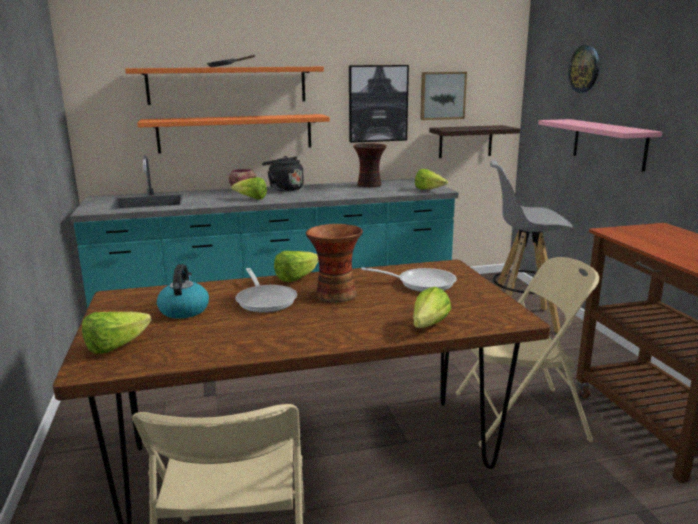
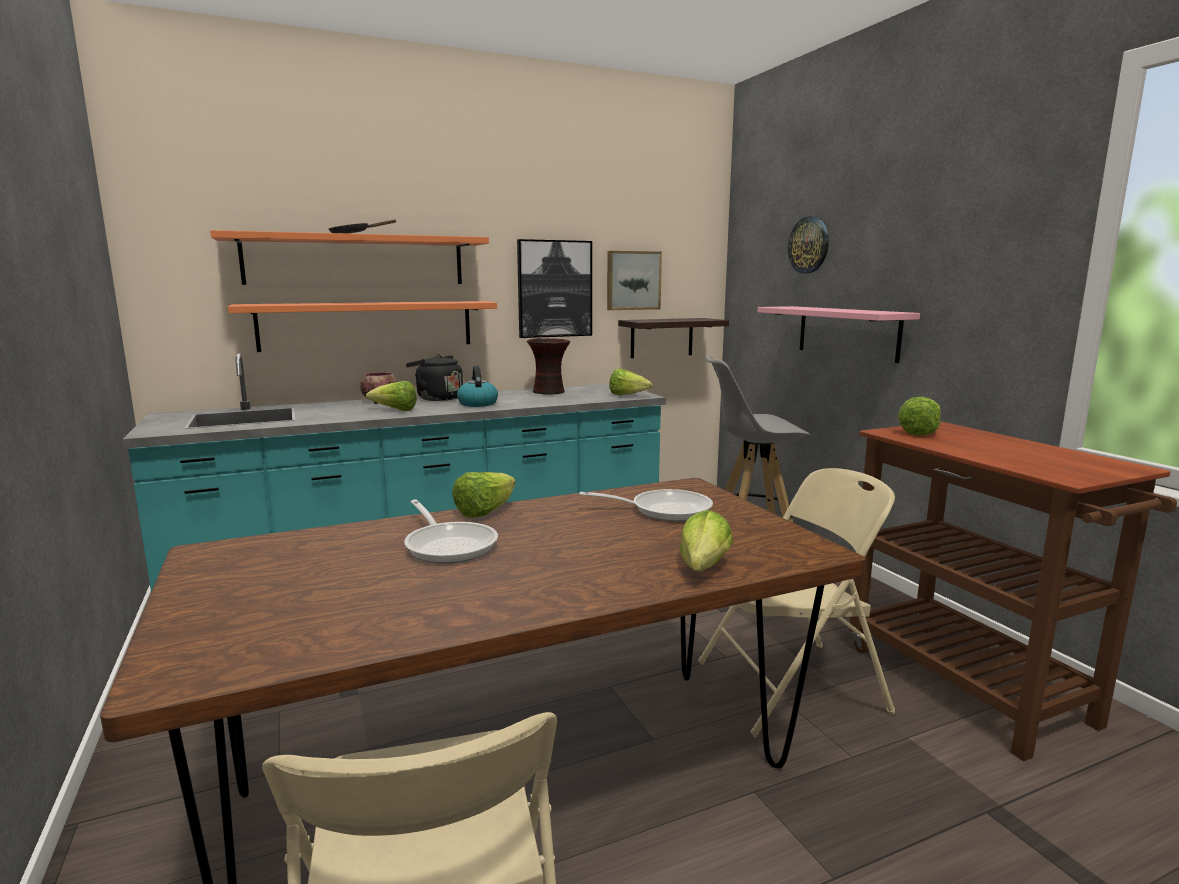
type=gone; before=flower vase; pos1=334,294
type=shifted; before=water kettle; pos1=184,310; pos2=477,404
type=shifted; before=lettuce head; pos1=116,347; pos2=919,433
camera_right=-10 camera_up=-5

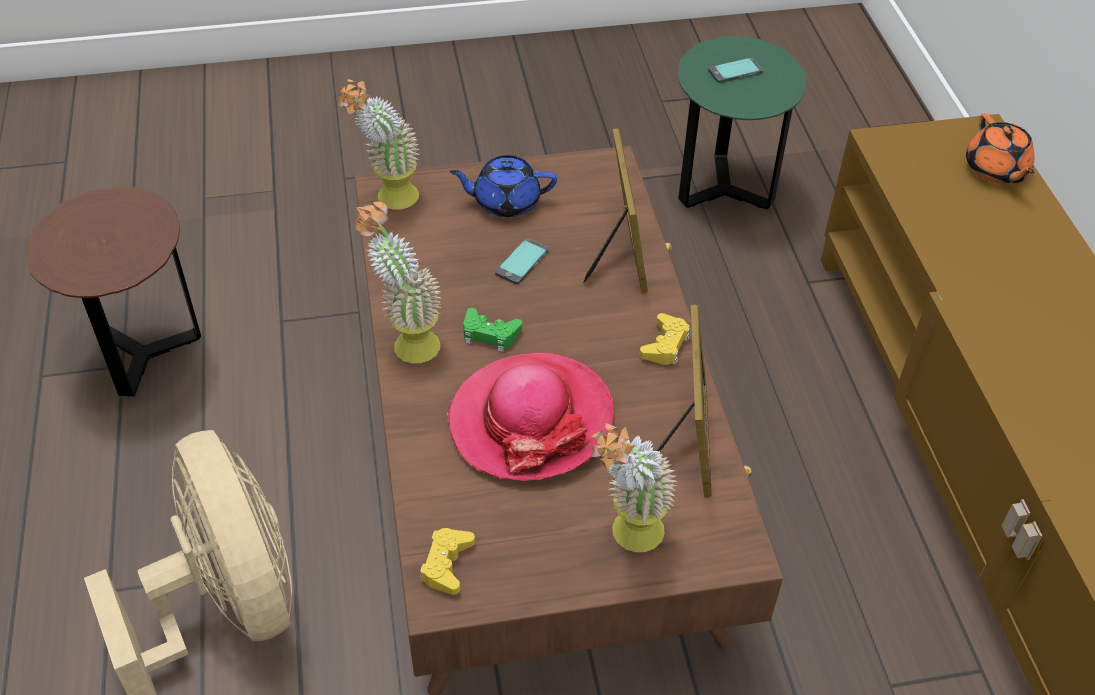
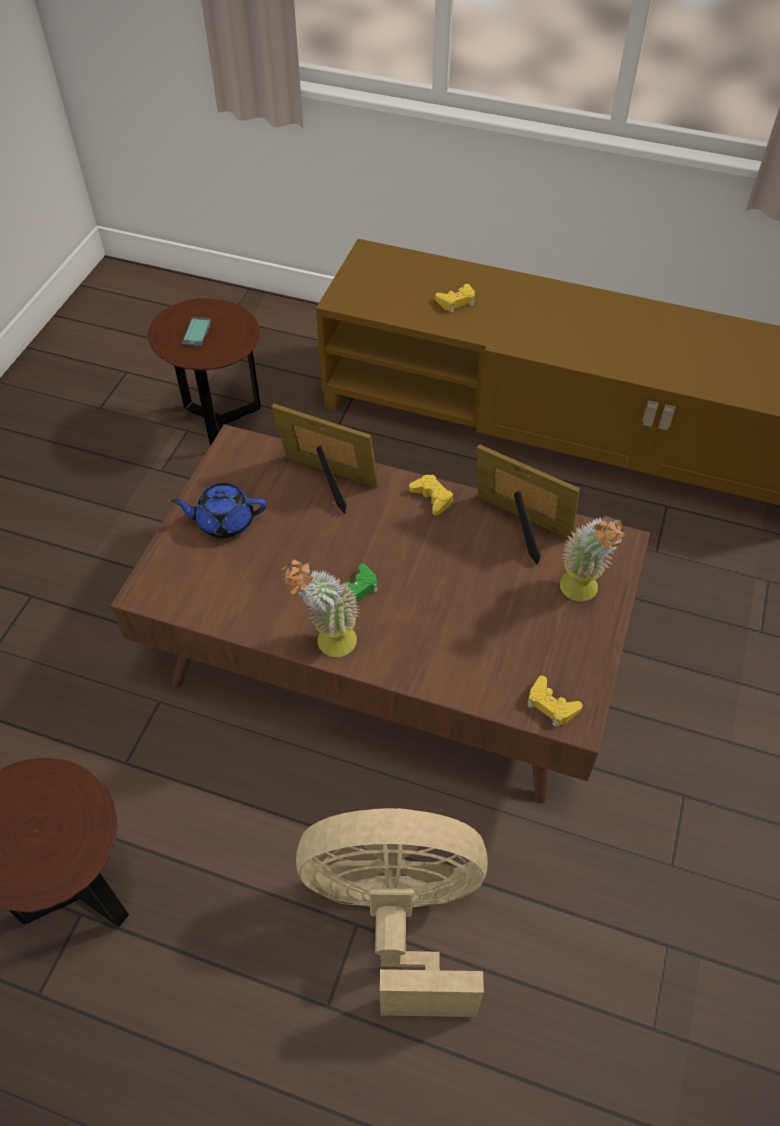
type=repainted; before=green end table; after=brownish end table; pos1=724,190; pos2=221,421
type=gone; before=plant in a pot; pos1=388,200
type=gone; before=orangey pot for tea; pos1=996,170
type=rotated; before=bluish pot for tea; pos1=505,201; pos2=224,521; turn=60
type=gone; before=telephone; pos1=522,262
type=gone; before=wearable hat; pos1=531,420
type=new; after=yellowish gamepad; pos2=456,302
camera_right=-60 camera_up=5

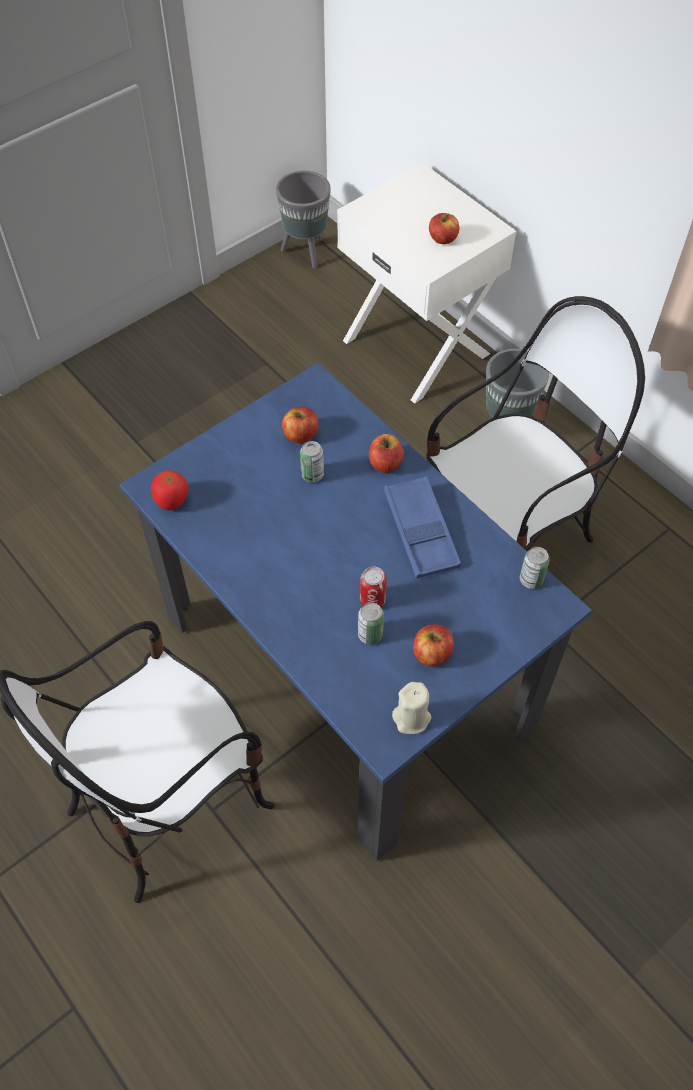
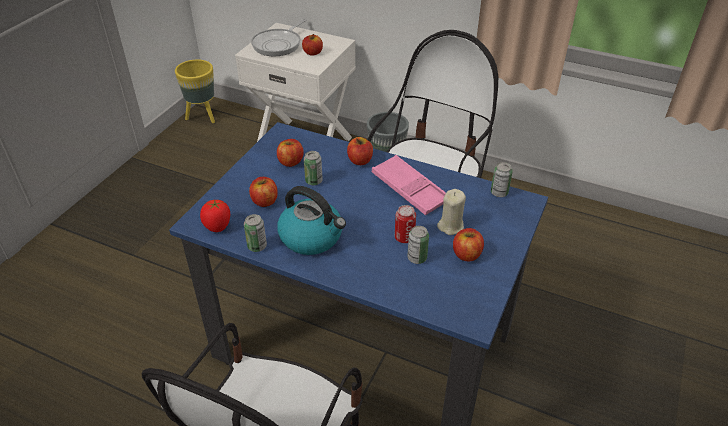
type=repainted; before=grey planter; after=yellowish planter; pos1=306,252; pos2=203,116
type=repainted; before=bluish carrying tray; after=pink-coloured carrying tray; pos1=421,531; pos2=409,189
type=shifted; before=beige wax light; pos1=411,718; pos2=450,226
type=new; after=pan; pos2=279,44
type=new; after=apple; pos2=264,201
type=new; after=water kettle; pos2=312,237
type=new; after=sealed can; pos2=257,246
camera_right=-25 camera_up=-15

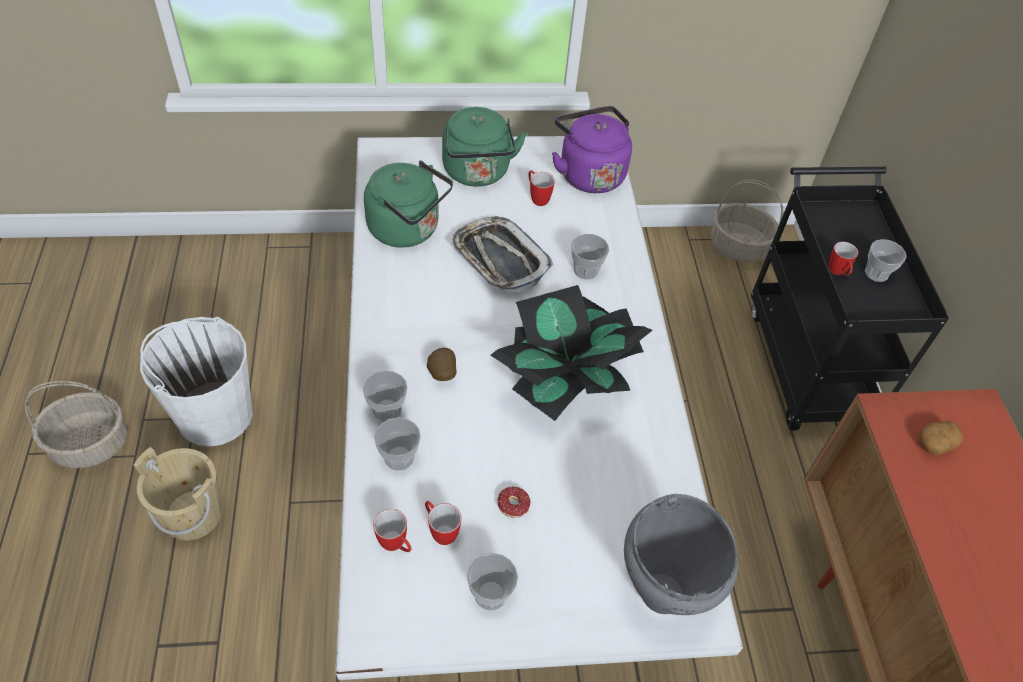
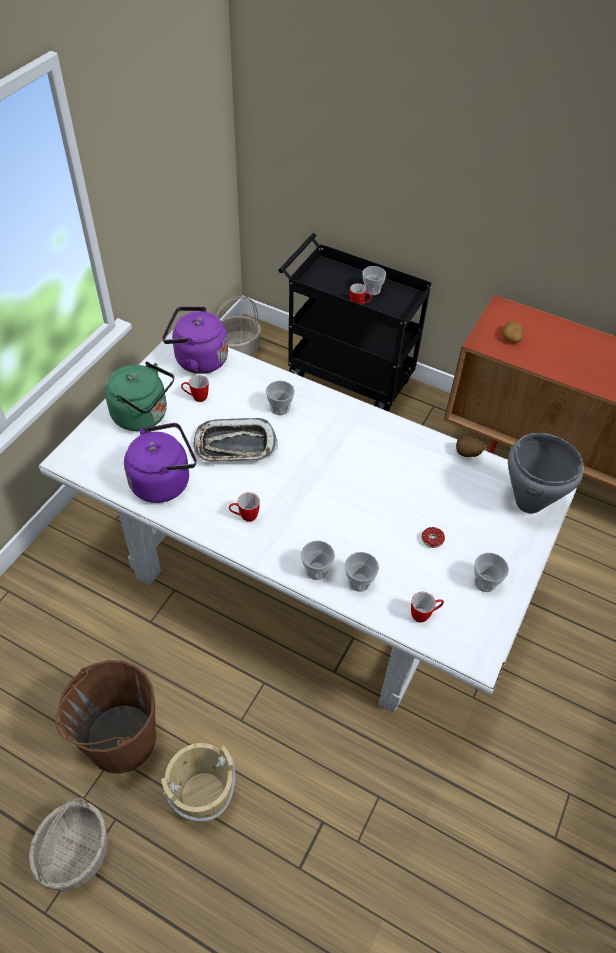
type=repainted; before=green water kettle; after=purple-coloured water kettle; pos1=408,229; pos2=164,481
type=gone; before=plant in a pot; pos1=565,380
type=repainted; before=white bucket; after=brownish bucket; pos1=214,414; pos2=121,739
type=shifted; before=potato; pos1=441,374; pos2=467,454
type=shifted; before=tea mug; pos1=440,530; pos2=244,516
camera_right=-55 camera_up=0

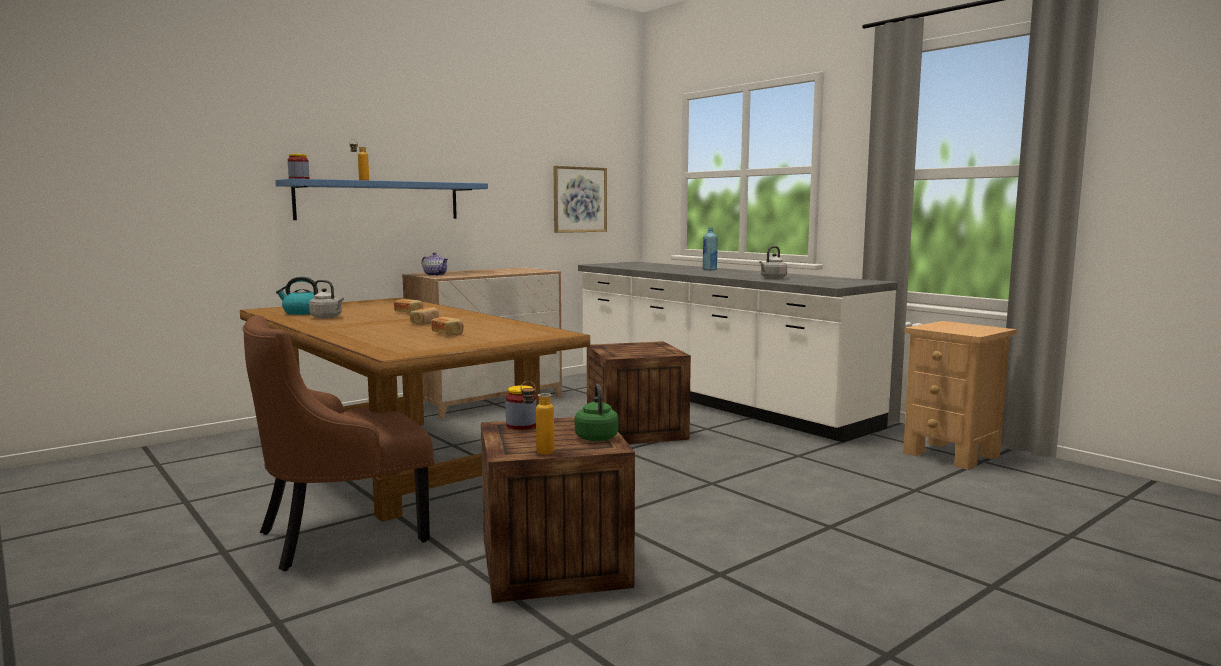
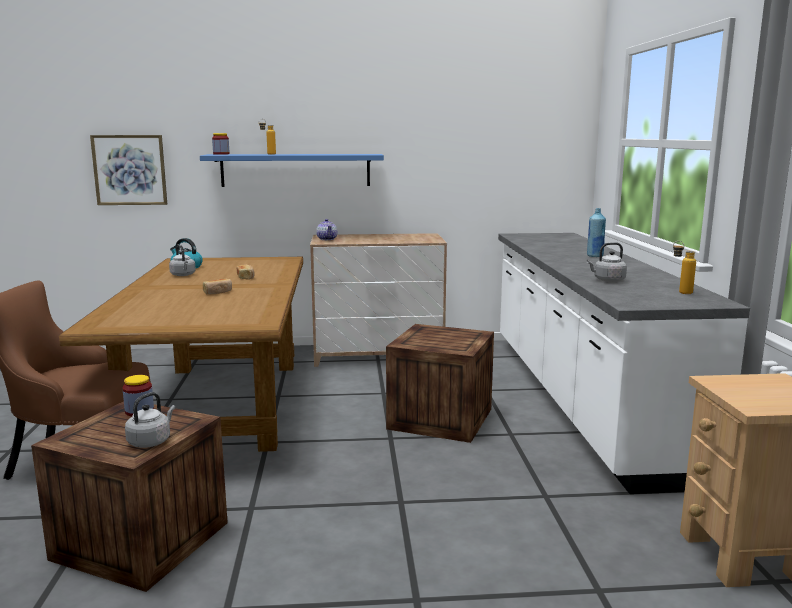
type=shifted; before=picture; pos1=579,199; pos2=130,170
type=gone; before=bread; pos1=448,334
type=shifted; before=beverage bottle; pos1=537,452; pos2=680,292
type=repainted; before=green water kettle; after=grey water kettle; pos1=596,437; pos2=151,441
camera_right=35 camera_up=5

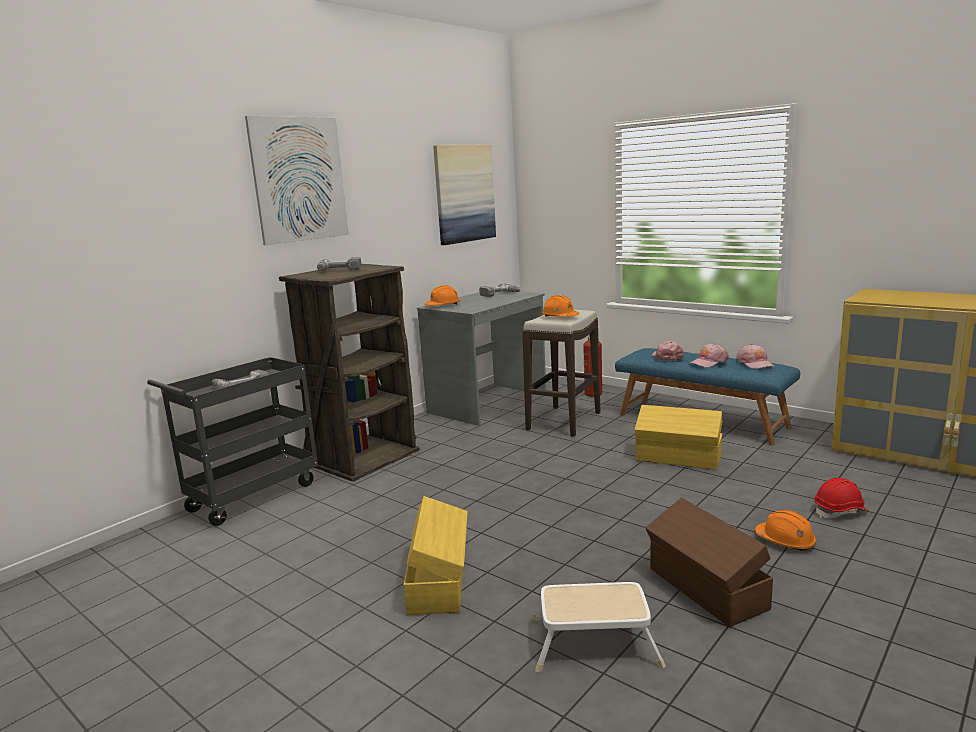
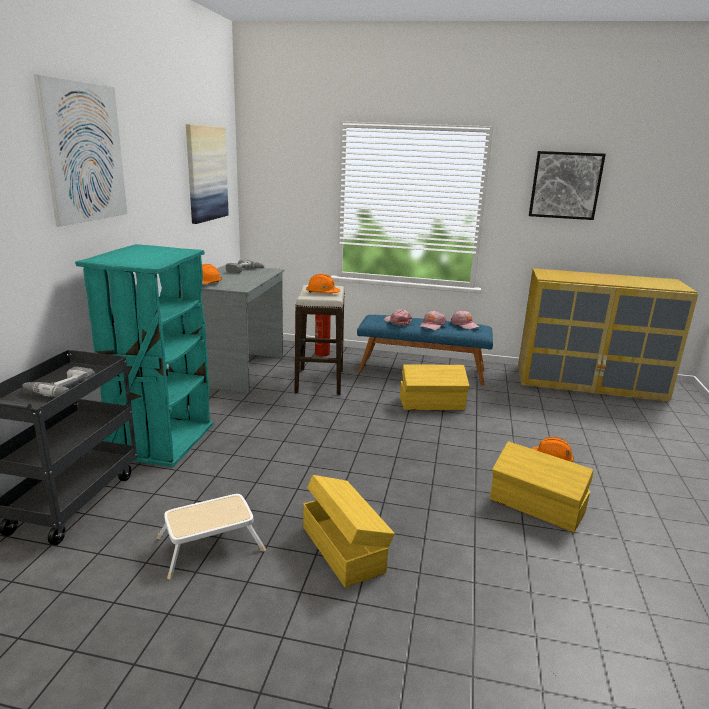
type=gone; before=power drill; pos1=340,269
type=repainted; before=brownish shelving unit; after=turquoise shelving unit; pos1=364,457; pos2=161,439
type=gone; before=reddish work helmet; pos1=840,511
type=repainted; before=brownish storage container; after=yellowish storage container; pos1=706,589; pos2=537,507
type=shifted; before=beige stepladder; pos1=594,640; pos2=210,543
type=new; after=picture; pos2=565,185
camera_right=-30 camera_up=5

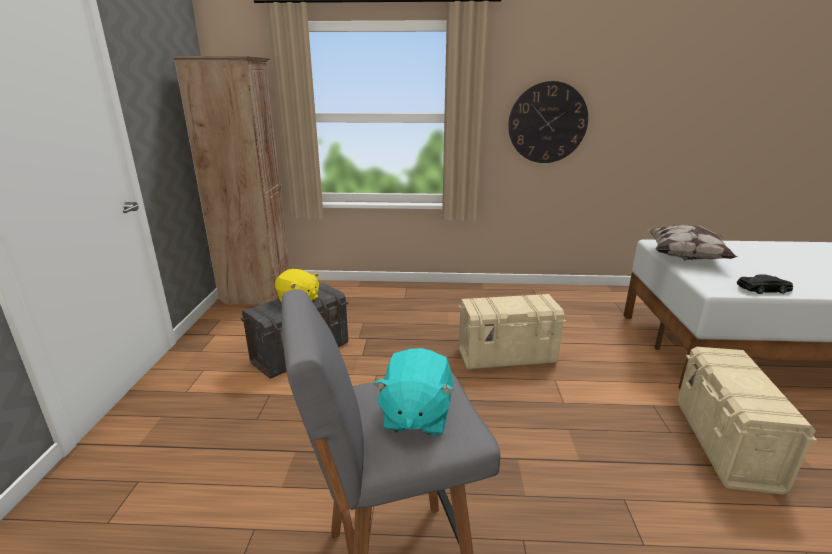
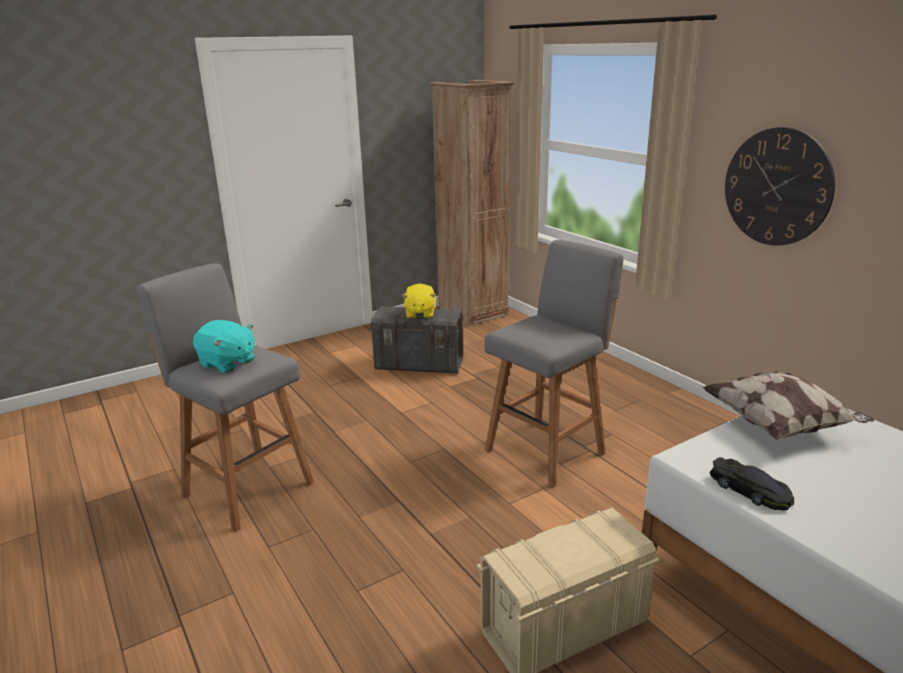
type=swapped; before=beige storage container; after=grey stool; pos1=507,356; pos2=547,450
type=rotated; before=turquoise soft toy; pos1=415,415; pos2=227,363; turn=-120
camera_right=55 camera_up=0

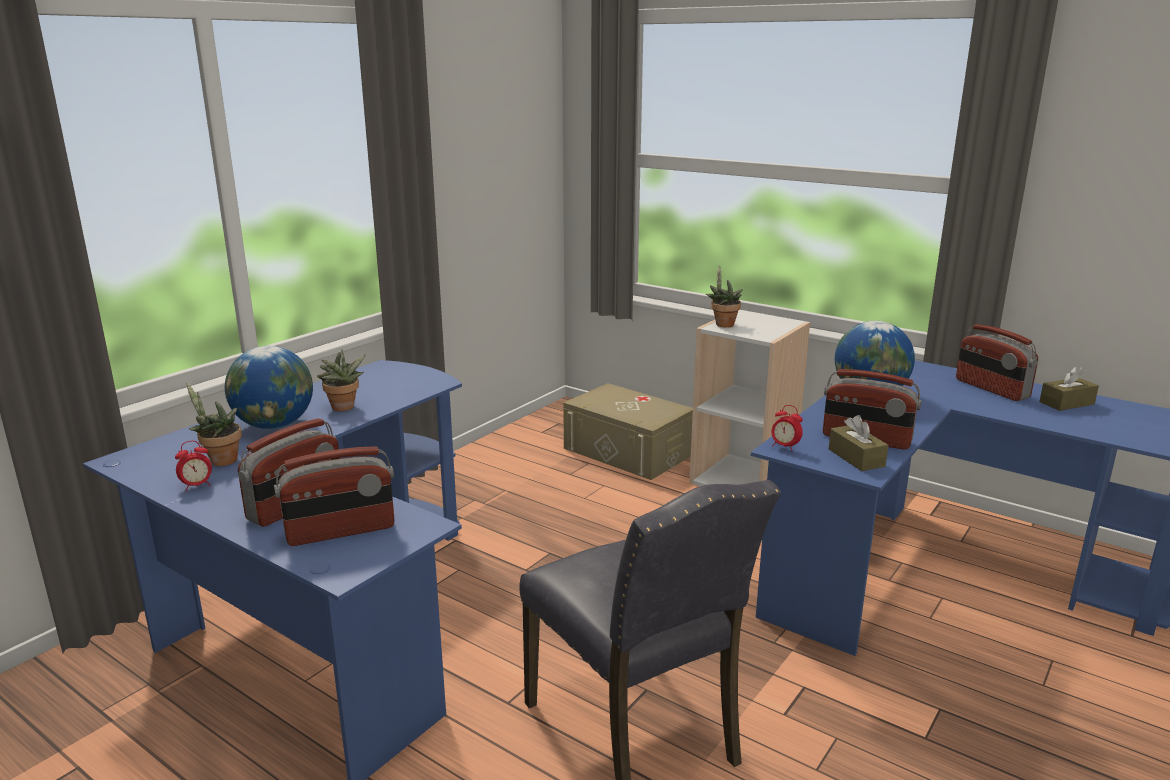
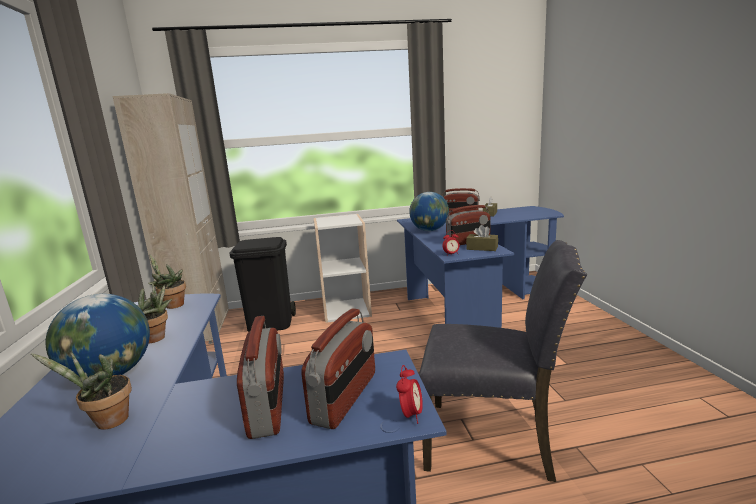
type=shifted; before=plant in a pot; pos1=722,324; pos2=172,305
type=swapped; before=beige storage container; after=black rubbish bin; pos1=628,451; pos2=271,323
type=shifted; before=alarm clock; pos1=197,486; pos2=411,415
type=new; after=beige cupboard; pos2=203,331
camera_right=-45 camera_up=-5

